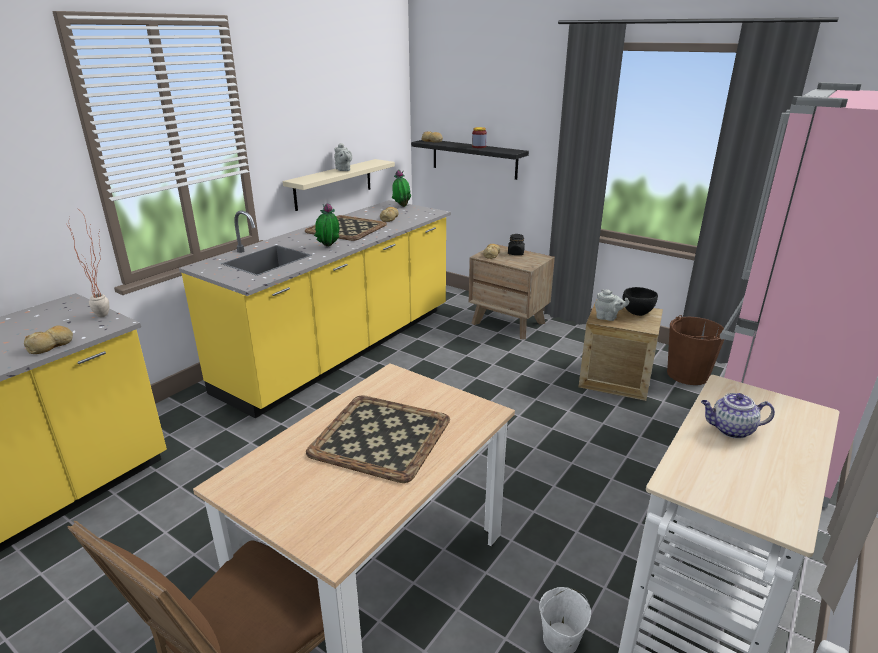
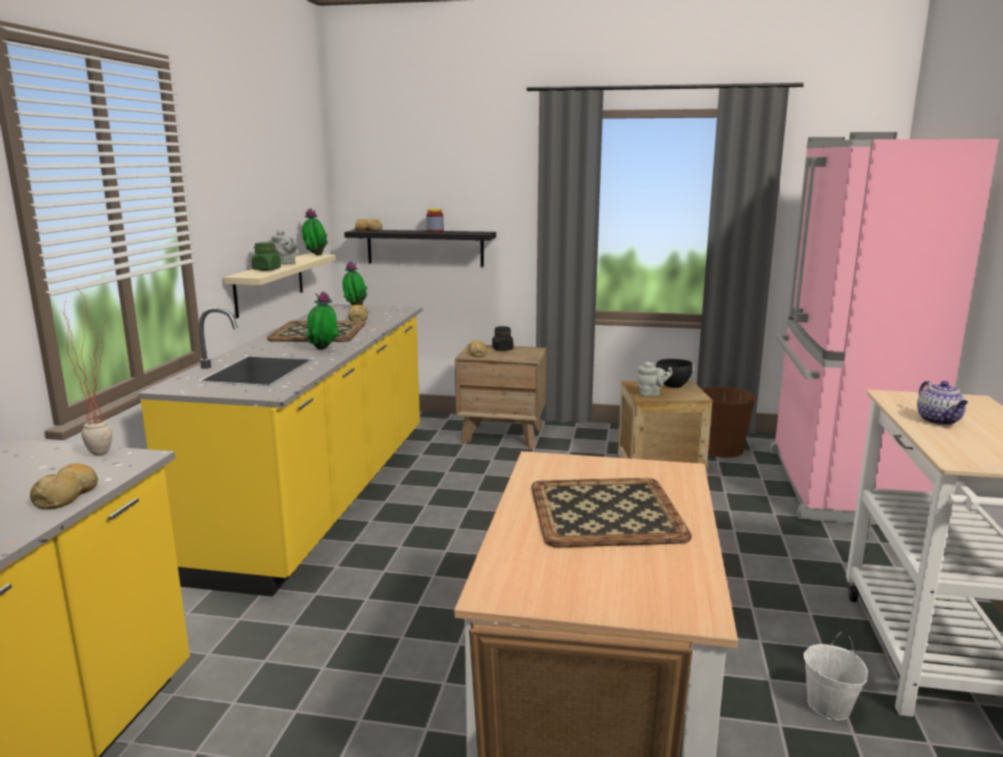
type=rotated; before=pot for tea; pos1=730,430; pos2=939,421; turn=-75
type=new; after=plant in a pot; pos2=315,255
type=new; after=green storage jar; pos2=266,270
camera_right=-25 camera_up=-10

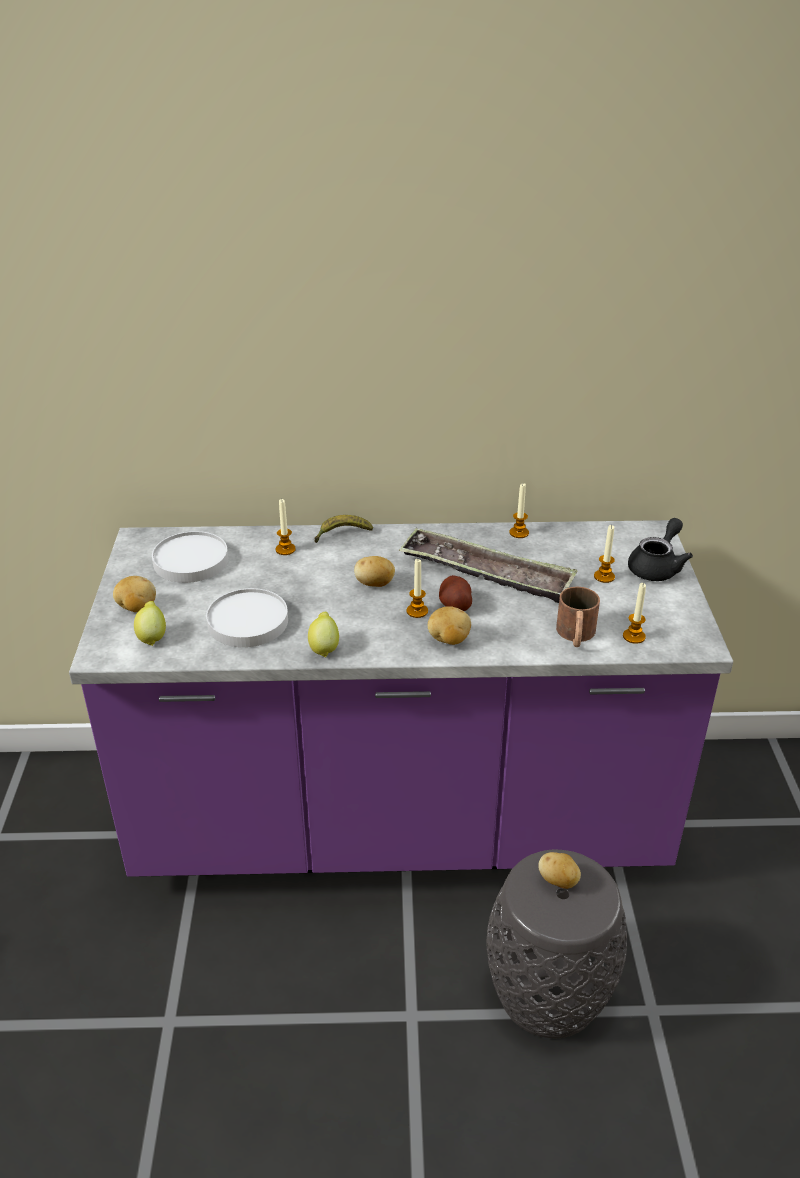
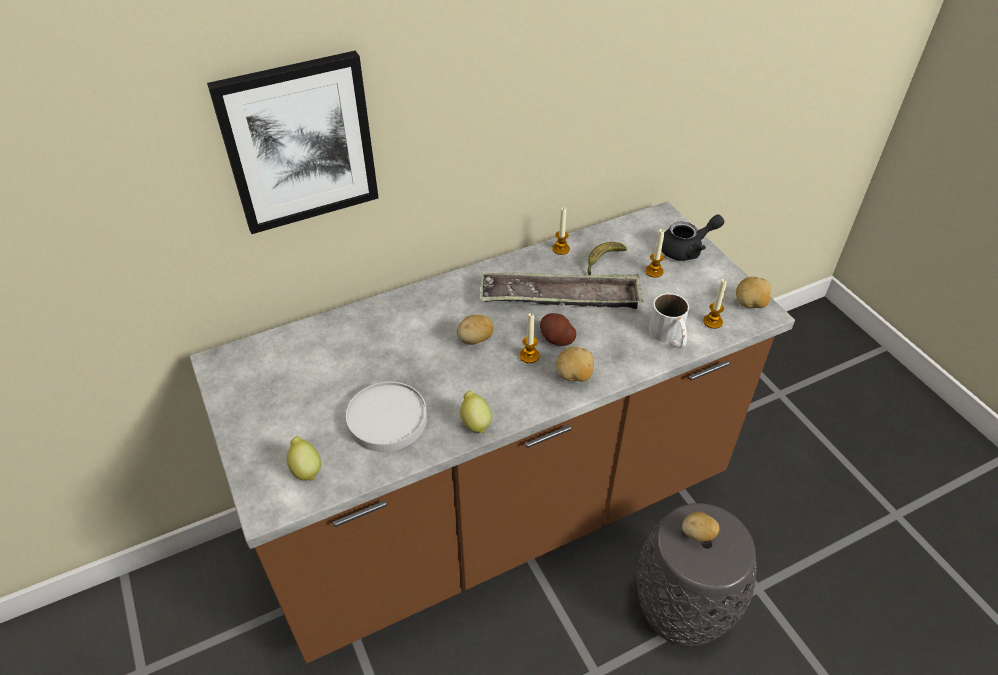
type=gone; before=wax light; pos1=285,549
type=shifted; before=banana fruit; pos1=342,534; pos2=602,261
type=rotated; before=black pot for tea; pos1=657,567; pos2=686,249; turn=60
type=repainted; before=purple-coloured kitchen base unit; after=brownish kitchen base unit; pos1=400,825; pos2=499,512
type=gone; before=white plate; pos1=190,561
type=shifted; before=potato; pos1=137,608; pos2=750,304
type=repainted; before=brownish tea mug; after=white tea mug; pos1=575,636; pos2=669,336
type=new; after=picture; pos2=299,143
camera_right=-25 camera_up=10

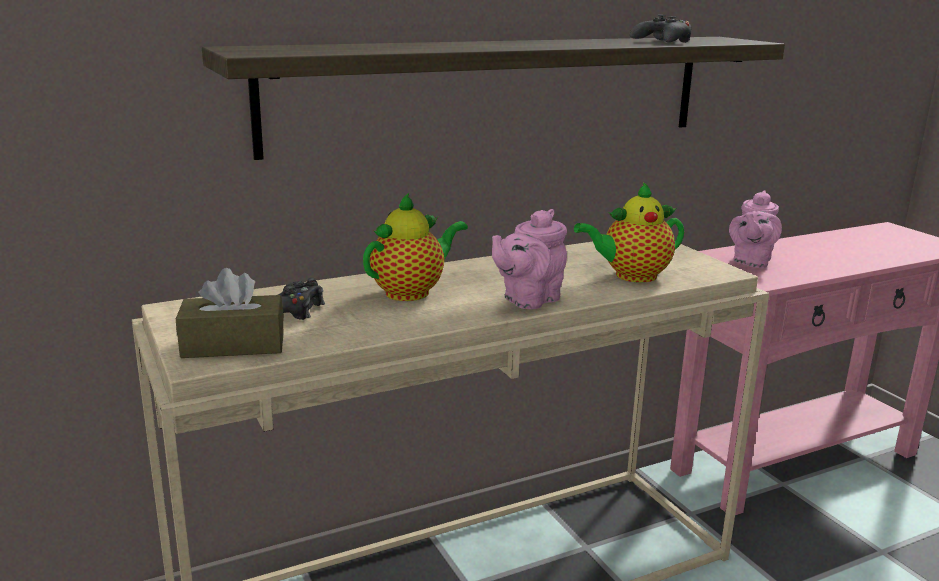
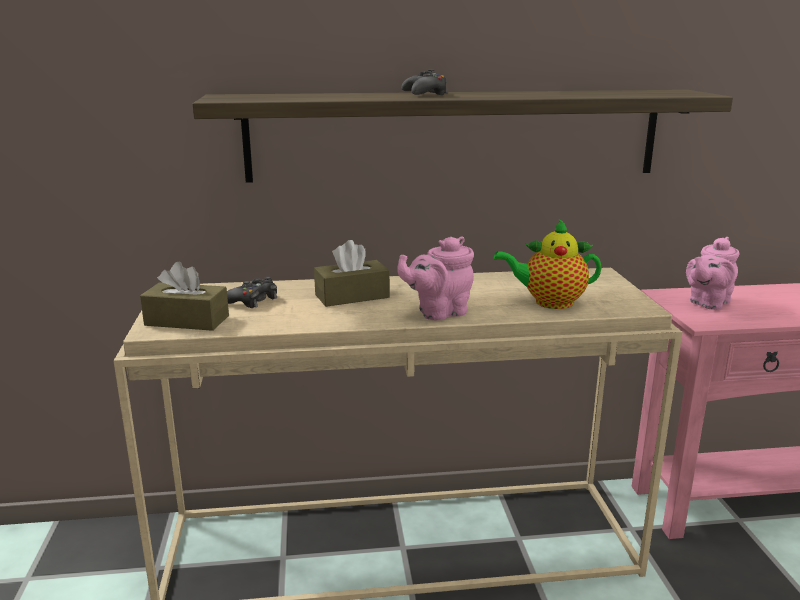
type=shifted; before=black gamepad; pos1=662,41; pos2=425,94
type=swapped; before=pot for tea; after=brownish box of tissues; pos1=412,292; pos2=352,296
camera_right=20 camera_up=0

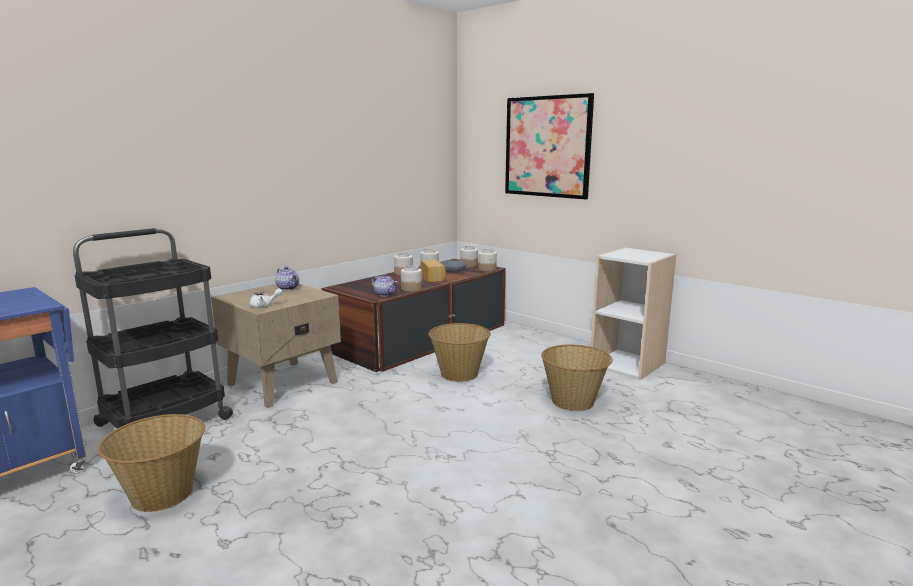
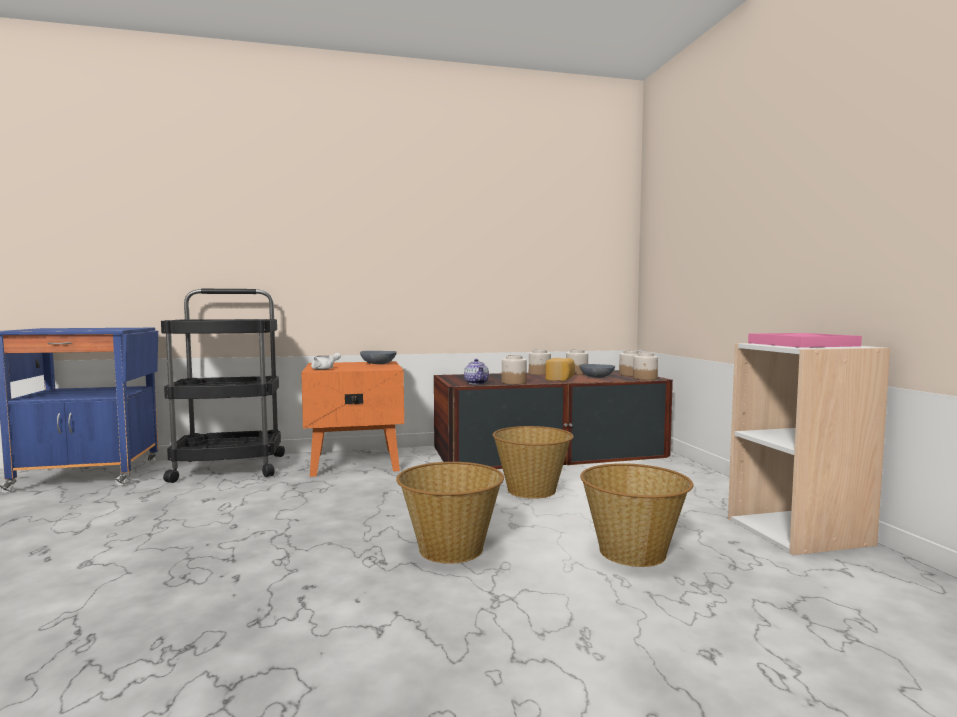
type=gone; before=picture; pos1=547,147
type=swapped; before=pot for tea; after=grey deep dish; pos1=288,288; pos2=378,363
type=repainted; before=beige bedside table; after=orangey bedside table; pos1=283,383; pos2=356,462
type=shifted; before=household basket; pos1=162,495; pos2=450,549
type=new; after=pink-coloured carrying tray; pos2=802,344
camera_right=35 camera_up=-10

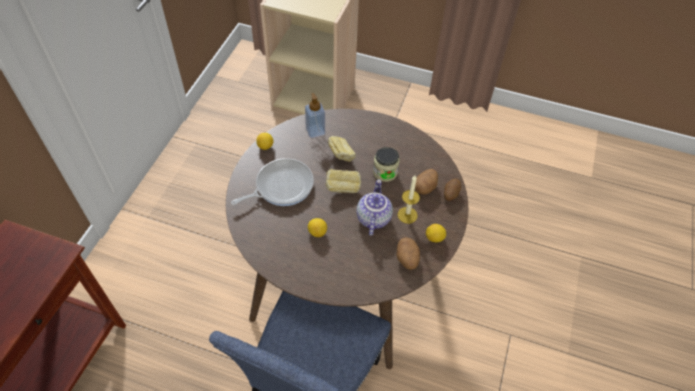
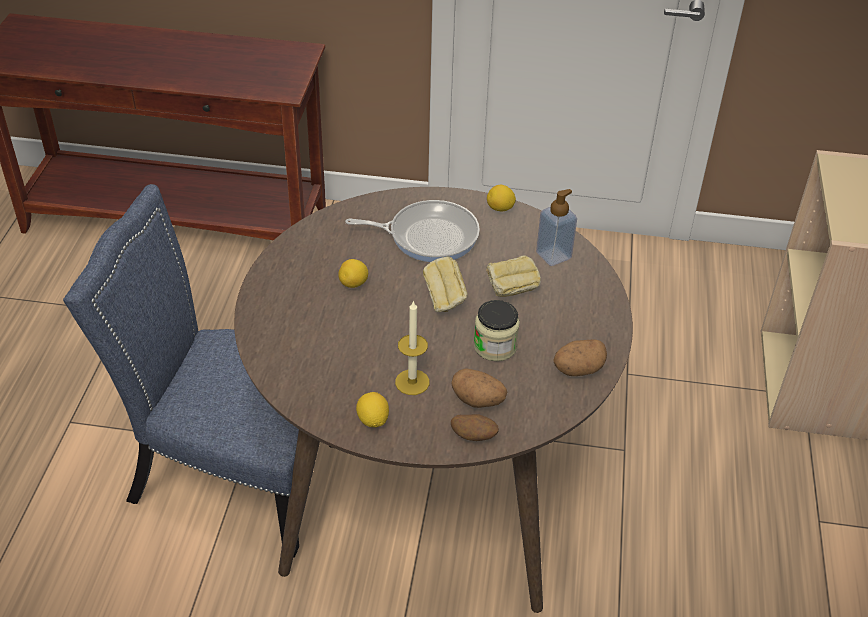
type=rotated; before=pan; pos1=281,186; pos2=428,236; turn=-45
type=gone; before=pot for tea; pos1=372,218
type=shifted; before=potato; pos1=407,259; pos2=578,369
camera_right=80 camera_up=-10

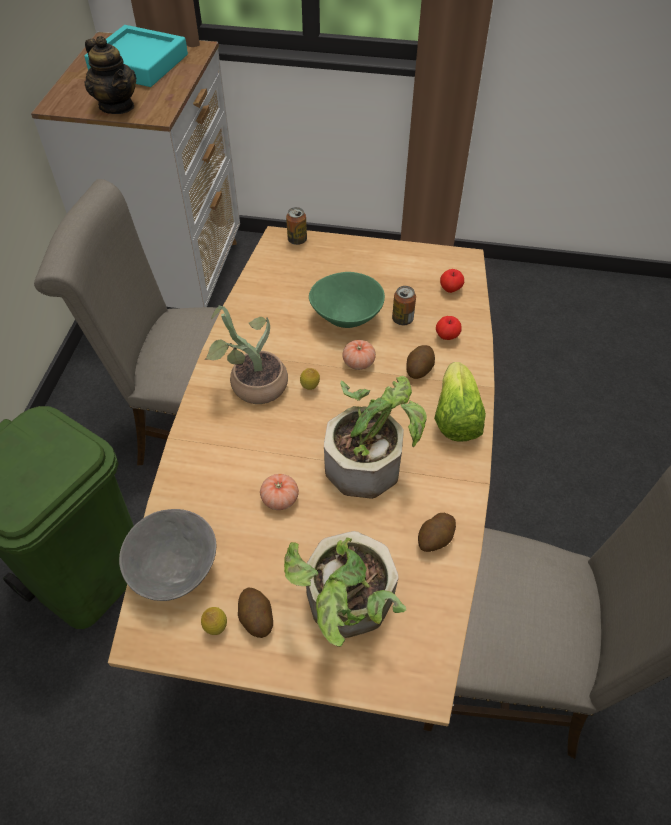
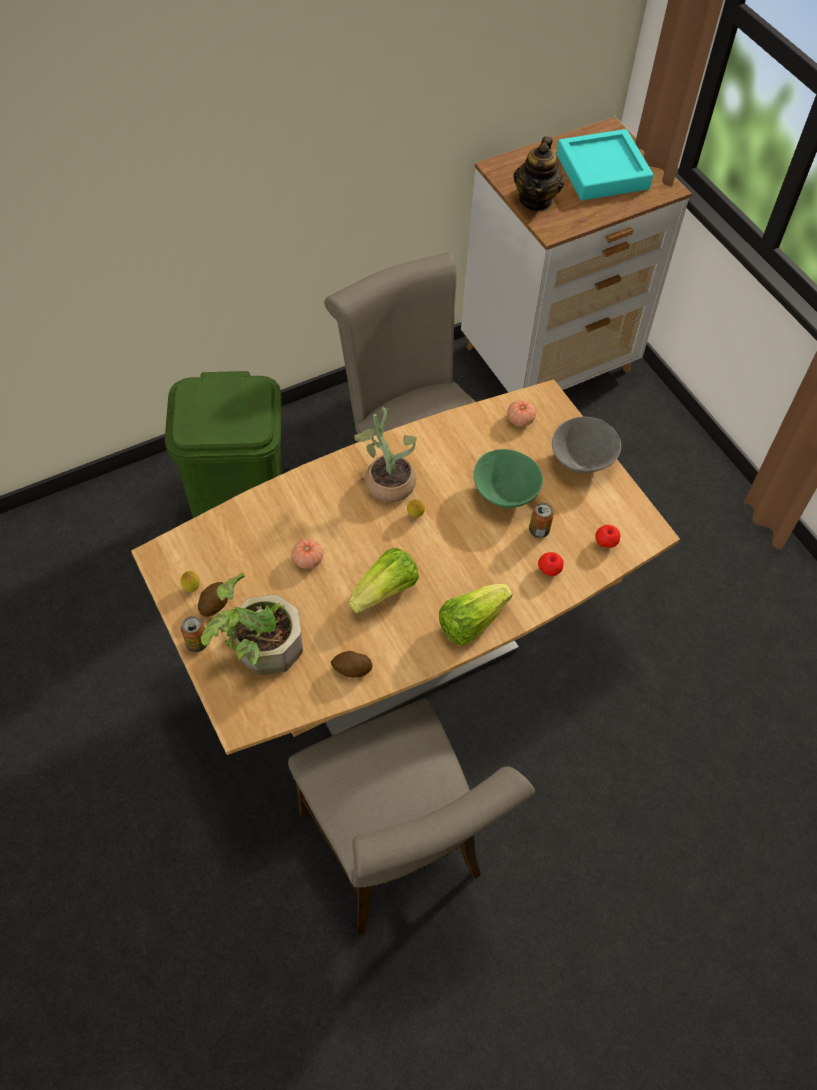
type=shifted; before=sealed can; pos1=297,240; pos2=197,643
type=shifted; before=whole tomato; pos1=358,362; pos2=520,419
type=gone; before=potato; pos1=419,369
type=swapped; before=plant in a pot; after=lettuce head; pos1=371,459; pos2=385,591
type=shifted; before=grey deep dish; pos1=174,571; pos2=581,461
camera_right=50 camera_up=5

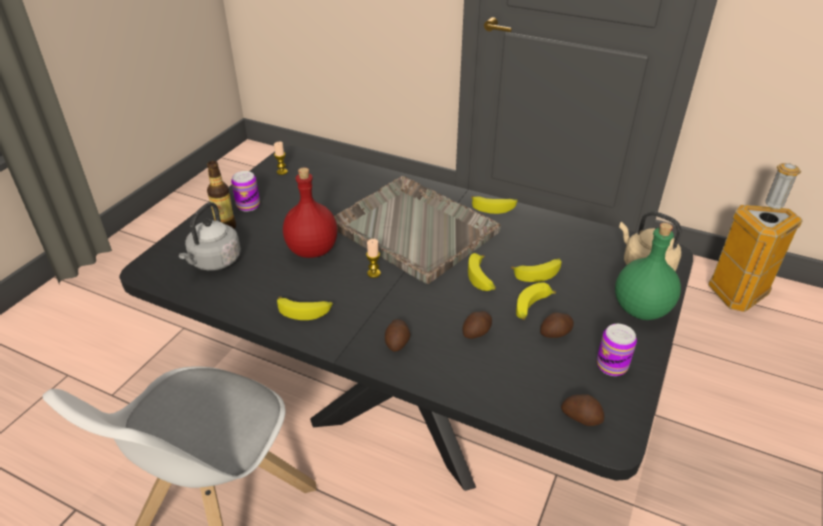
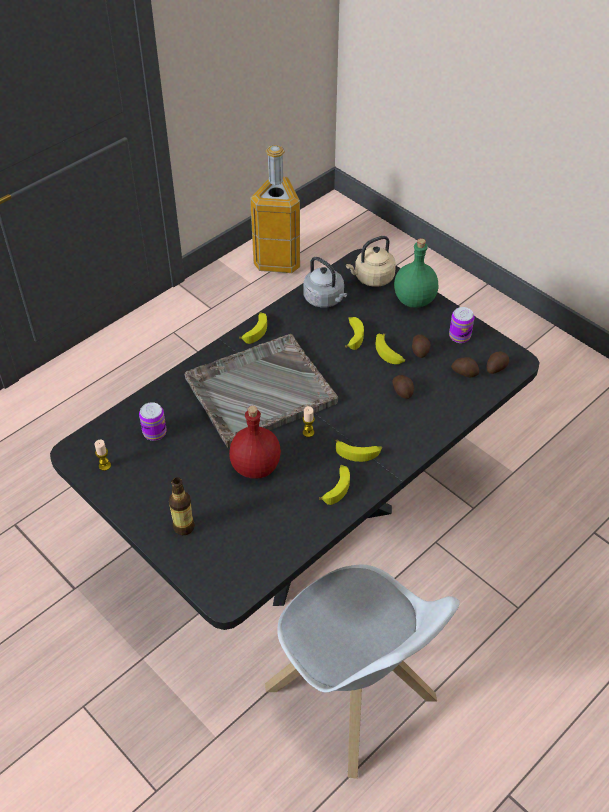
type=shifted; before=sealed can; pos1=248,205; pos2=154,432
type=shifted; before=grey water kettle; pos1=214,262; pos2=325,299
type=shifted; before=banana fruit; pos1=481,278; pos2=358,452
type=shifted; before=potato; pos1=397,342; pos2=464,372
camera_right=-70 camera_up=10

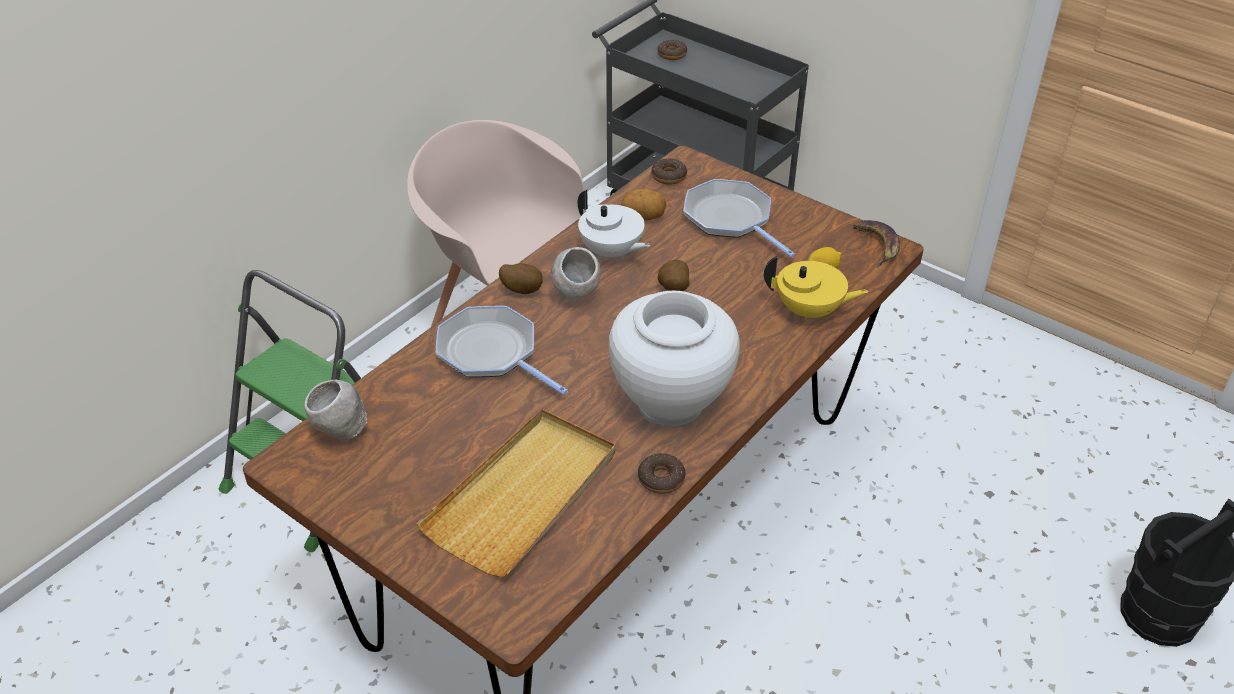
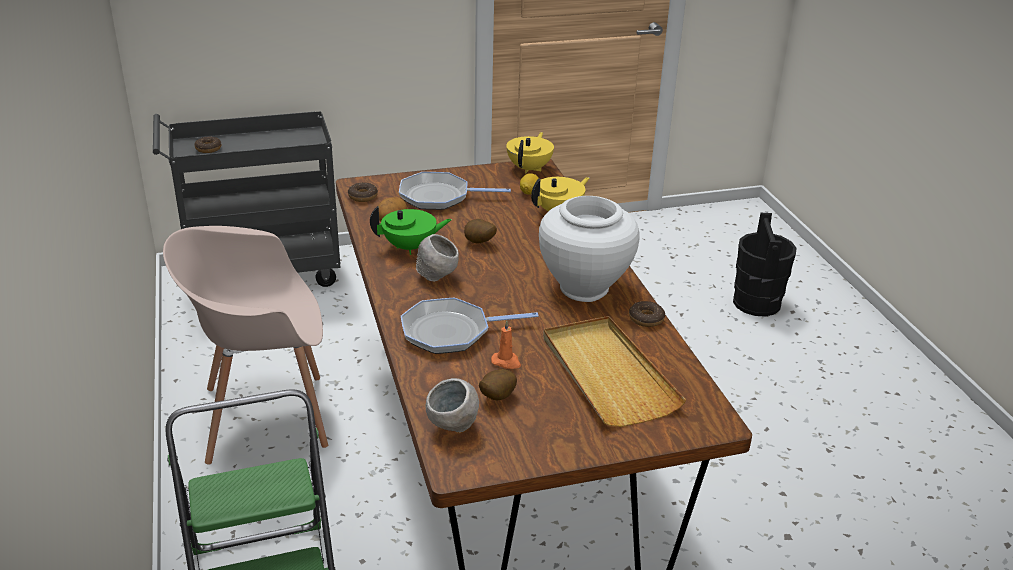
type=repainted; before=white pot for tea; after=green pot for tea; pos1=611,252; pos2=410,247
type=swapped; before=banana fruit; after=yellowish pot for tea; pos1=877,245; pos2=530,168
type=shifted; before=potato; pos1=522,290; pos2=496,397
type=new; after=orangey wax light; pos2=506,362
camera_right=-55 camera_up=-10

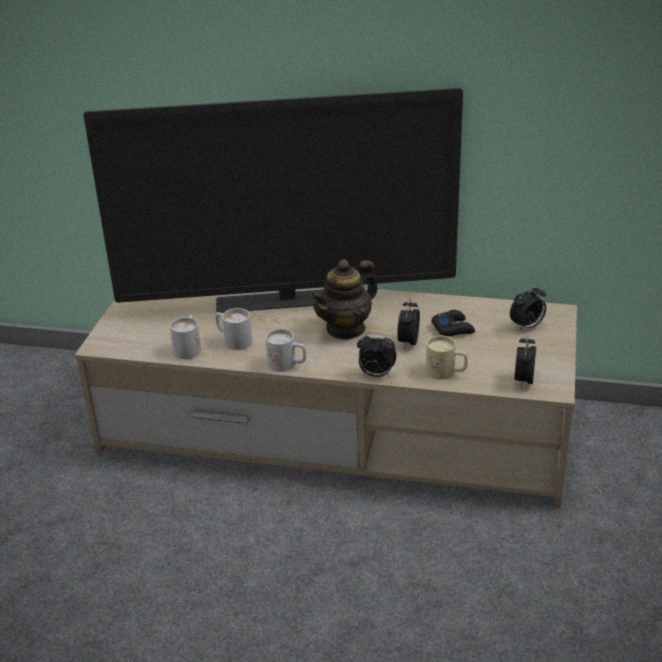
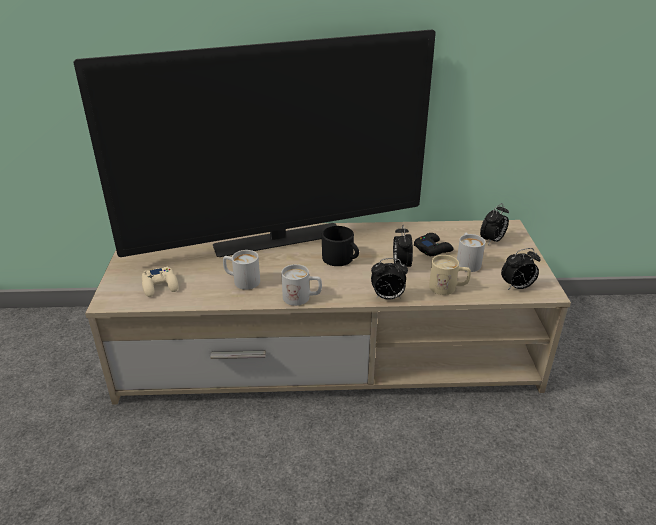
type=swapped; before=pot for tea; after=black tea mug; pos1=346,328; pos2=341,259
type=shifted; before=white tea mug; pos1=189,347; pos2=467,262
type=rotated; before=alarm clock; pos1=523,381; pos2=517,287; turn=-105
type=new; after=beige gamepad; pos2=160,285
camera_right=-15 camera_up=0

